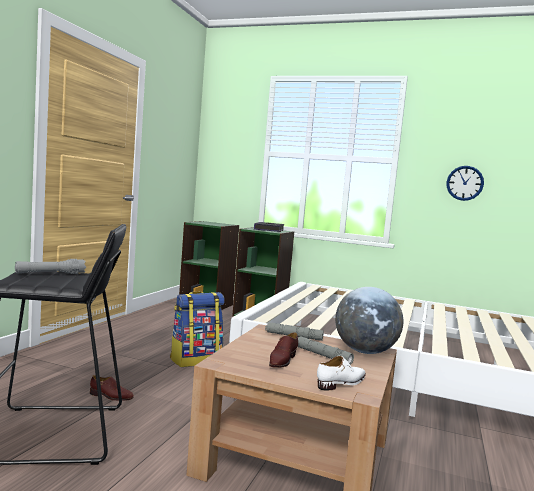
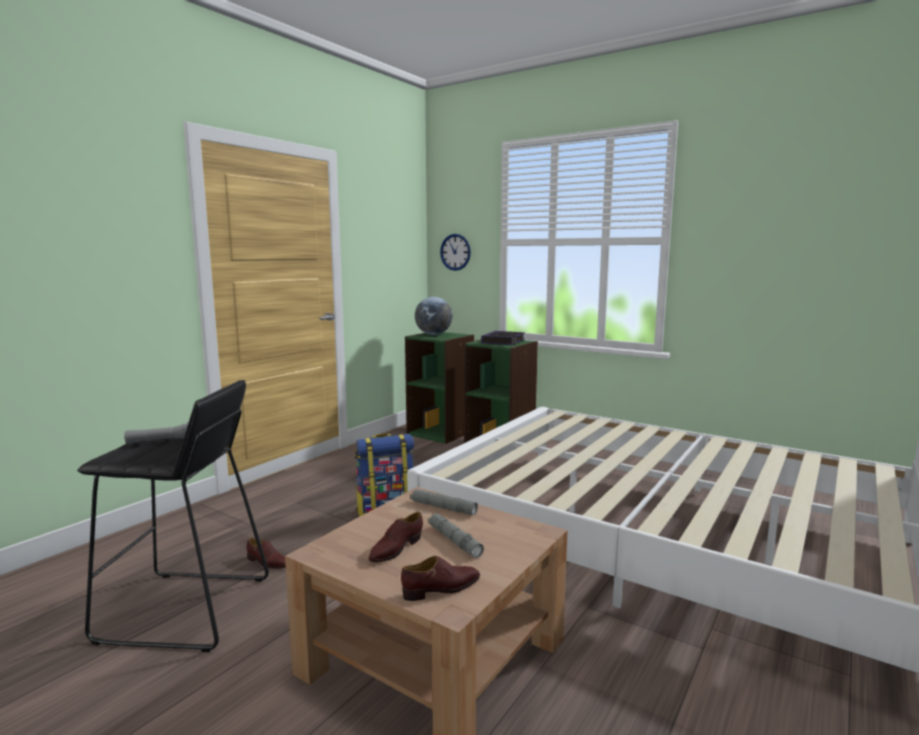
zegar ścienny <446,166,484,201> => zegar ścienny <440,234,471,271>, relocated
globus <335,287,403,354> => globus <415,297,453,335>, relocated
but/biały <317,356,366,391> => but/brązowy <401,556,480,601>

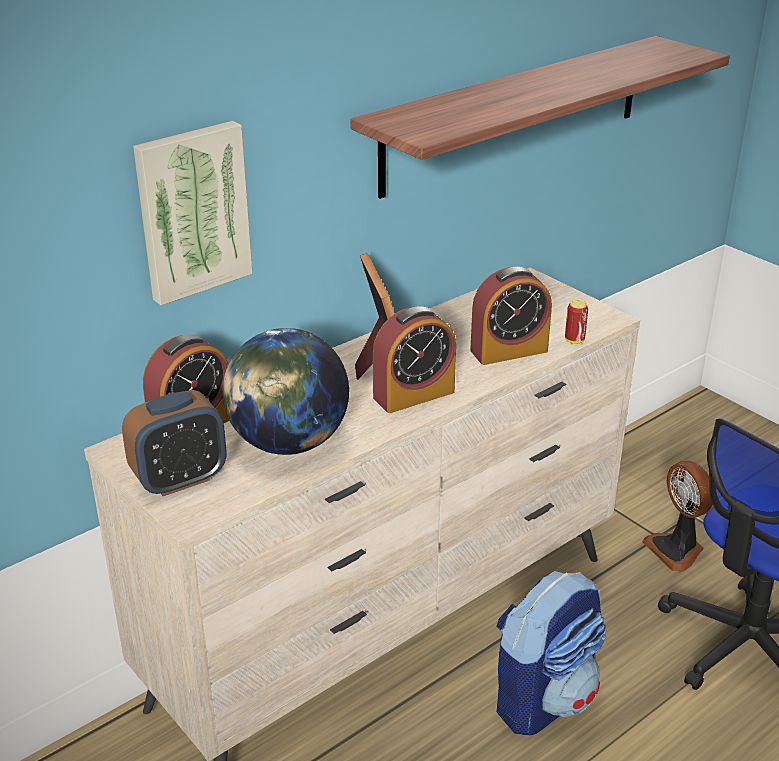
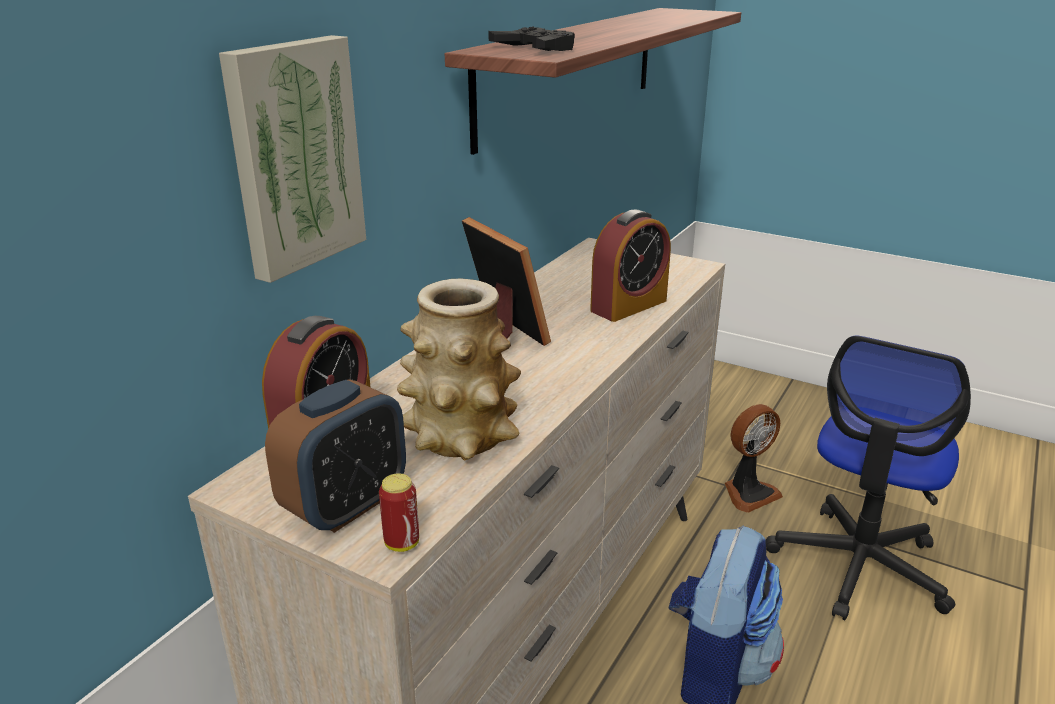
puszka <565,299,588,344> => puszka <379,473,419,552>, relocated
budzik <373,306,456,413> => nothing
globus <222,328,349,455> => wazon <397,279,521,461>
wentylator <642,460,713,572> => wentylator <725,404,783,513>, 75 degrees counterclockwise
nothing => pad do gier/czarny <488,26,575,51>

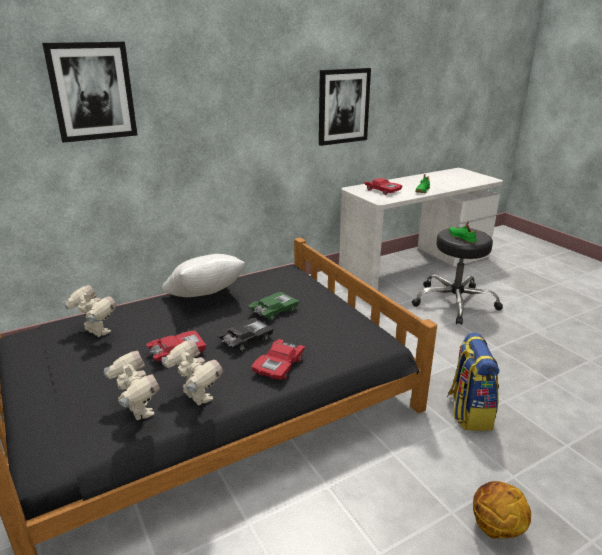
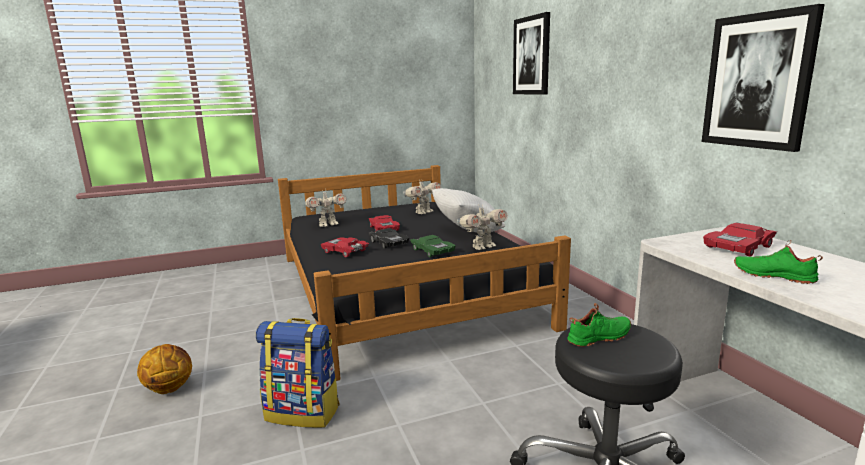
robot zabawkowy <162,339,223,406> => robot zabawkowy <457,204,508,250>, relocated

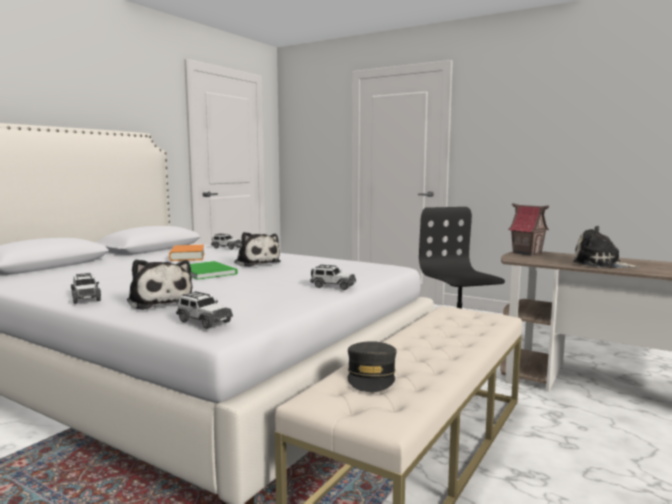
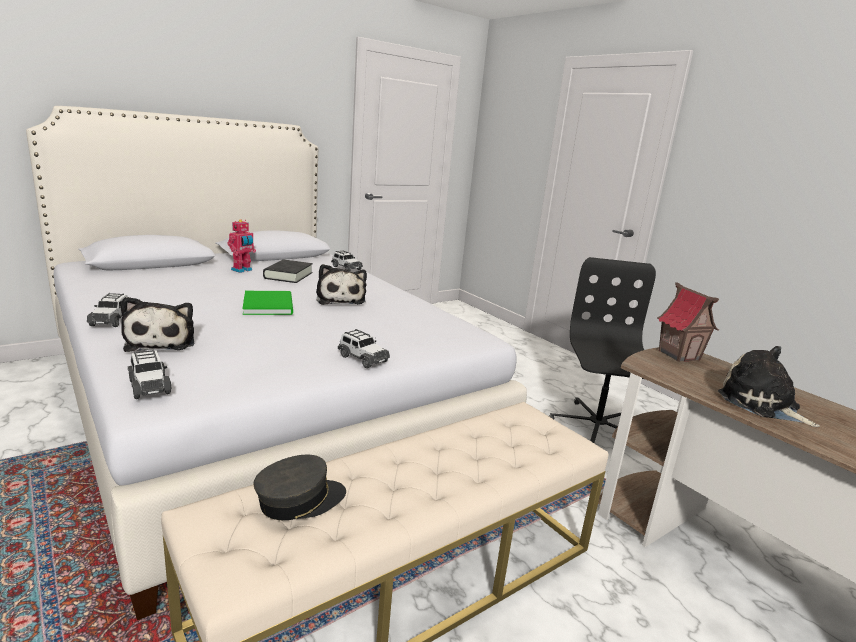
książka/pomarańczowy <169,245,204,261> => książka/czarny <263,260,313,283>
czapka z daszkiem/szary <347,341,396,392> => czapka z daszkiem/szary <253,455,346,520>, 150 degrees counterclockwise
nothing => robot zabawkowy <228,219,256,273>

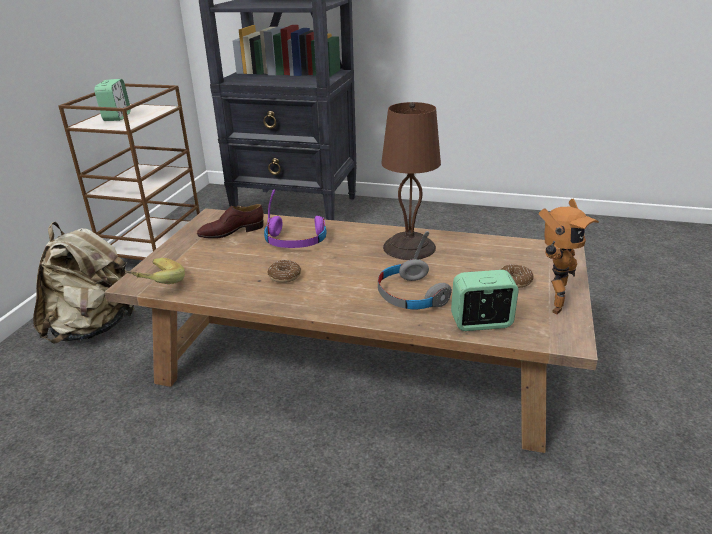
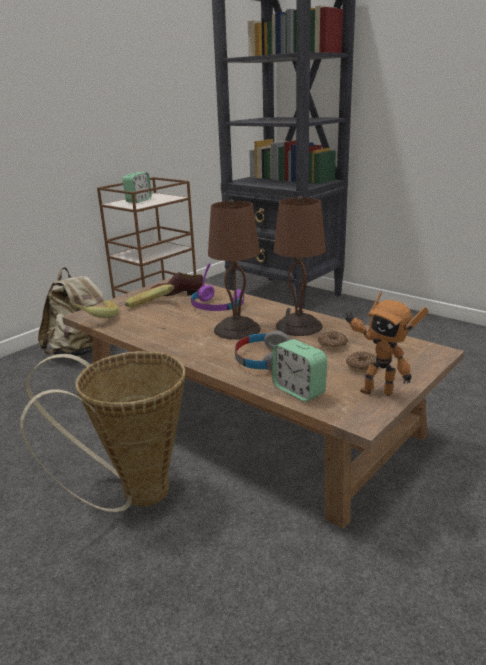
robot zabawkowy <539,199,599,314> => robot zabawkowy <343,291,429,396>, 60 degrees clockwise
donut <267,260,301,283> => donut <318,331,348,350>, relocated
budzik <451,270,519,331> => budzik <272,339,327,402>, 150 degrees counterclockwise
nothing => lampa stołowa/brązowy <208,199,261,340>
nothing => banan <125,284,175,307>
nothing => koszyk <20,351,185,512>

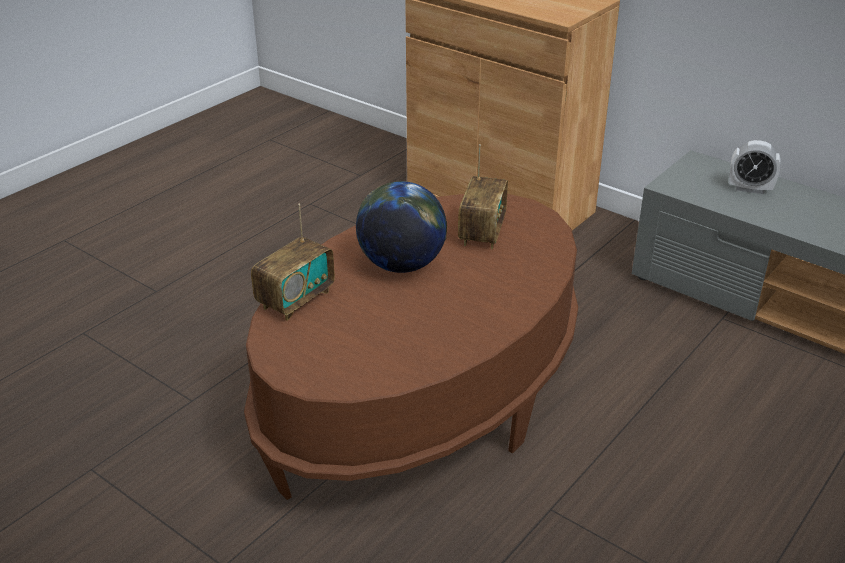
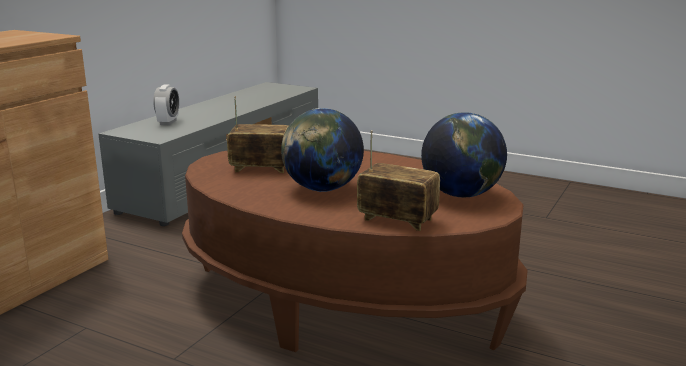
nothing => globus <421,112,507,198>

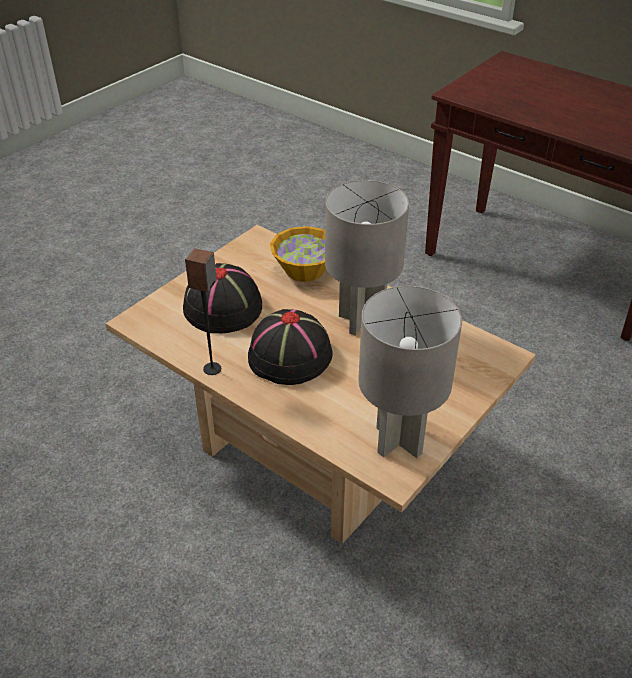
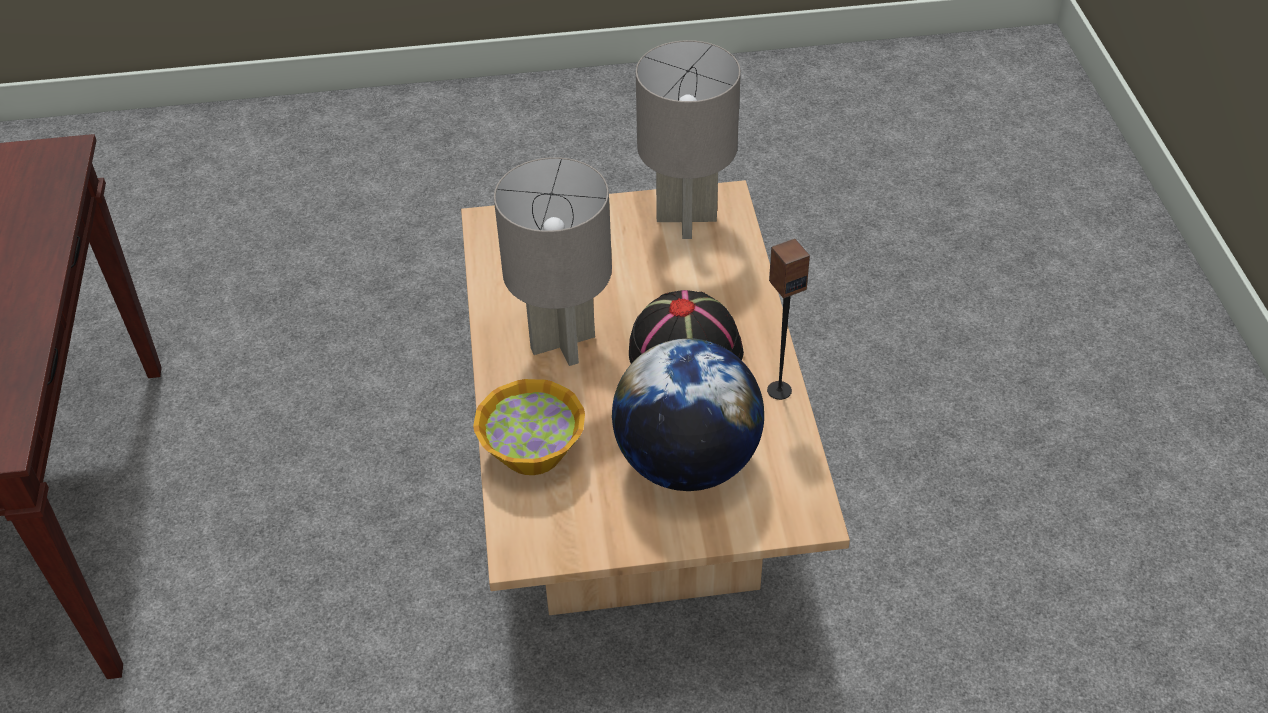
kapelusz/czarny <183,263,262,333> => globus <612,338,764,491>

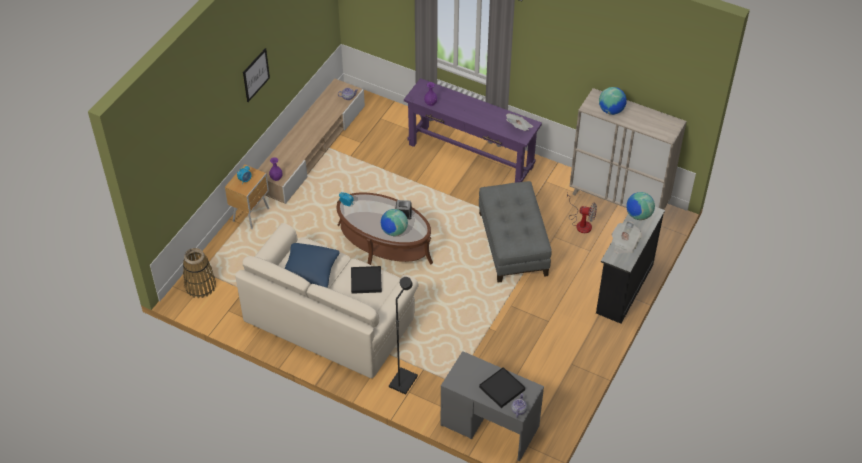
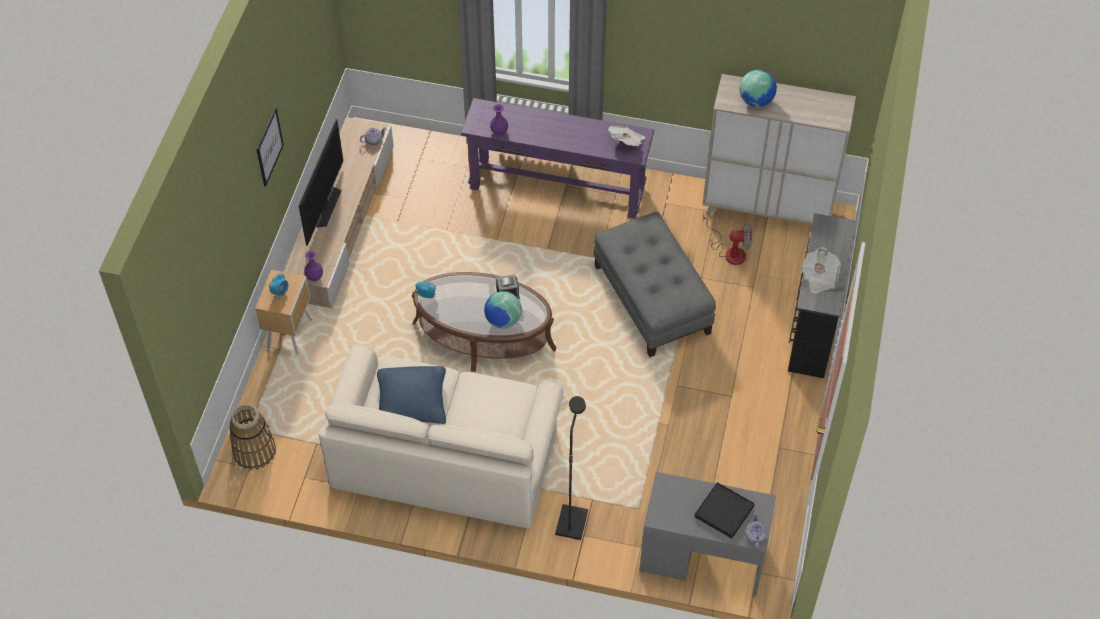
globus <626,192,655,220> => nothing
taca/czarny <351,266,382,294> => nothing
nothing => telewizor <298,119,343,245>

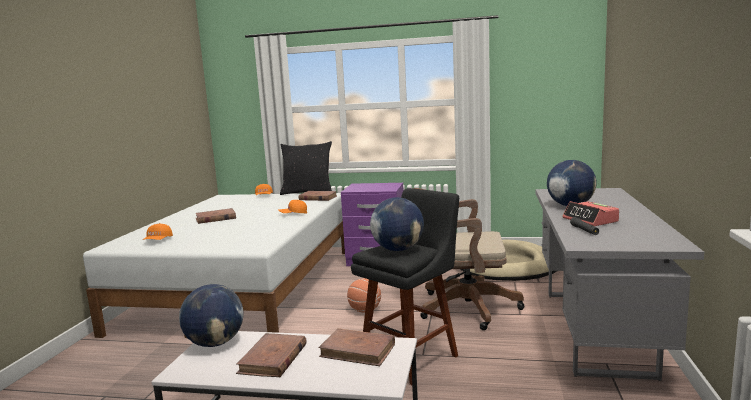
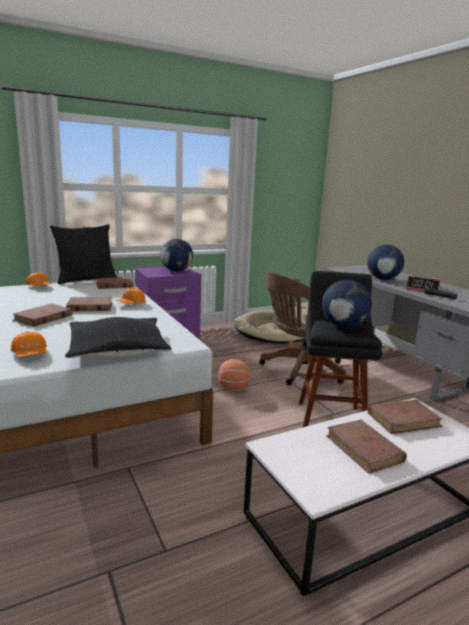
globus <179,284,244,347> => globus <160,239,193,271>, relocated
nothing => książka/brązowy <66,297,112,311>
nothing => poduszka/czarny <65,317,171,358>

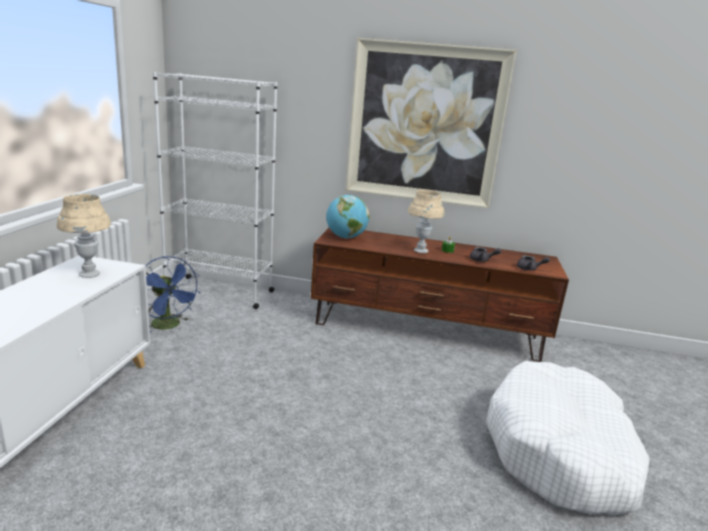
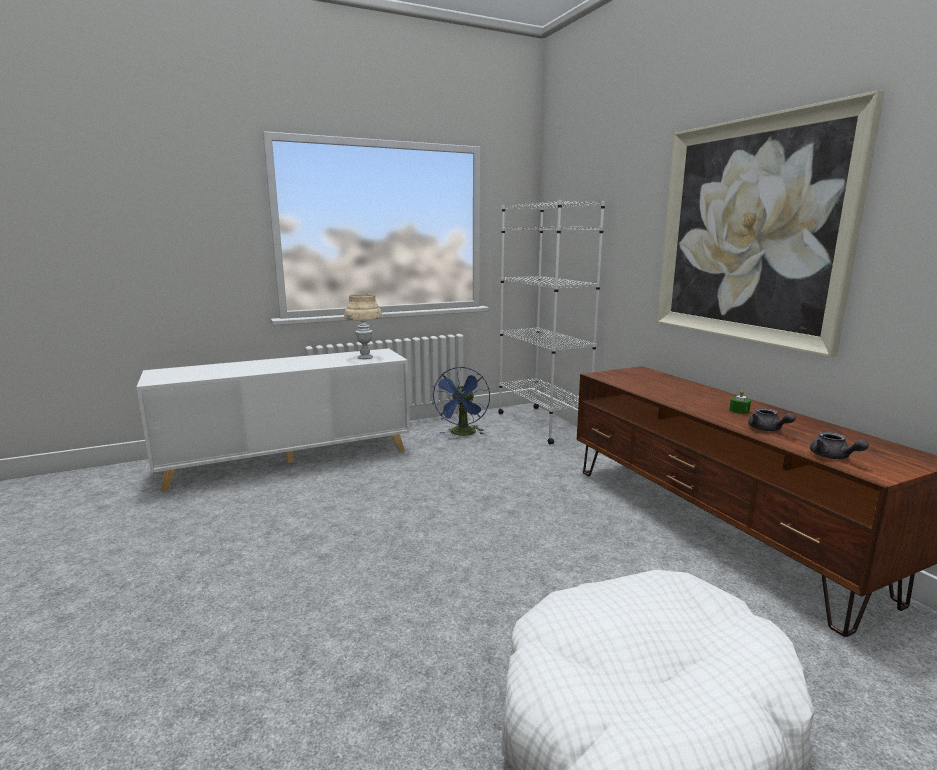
lampa stołowa/beżowy <408,190,445,253> => nothing
globus <326,195,369,238> => nothing

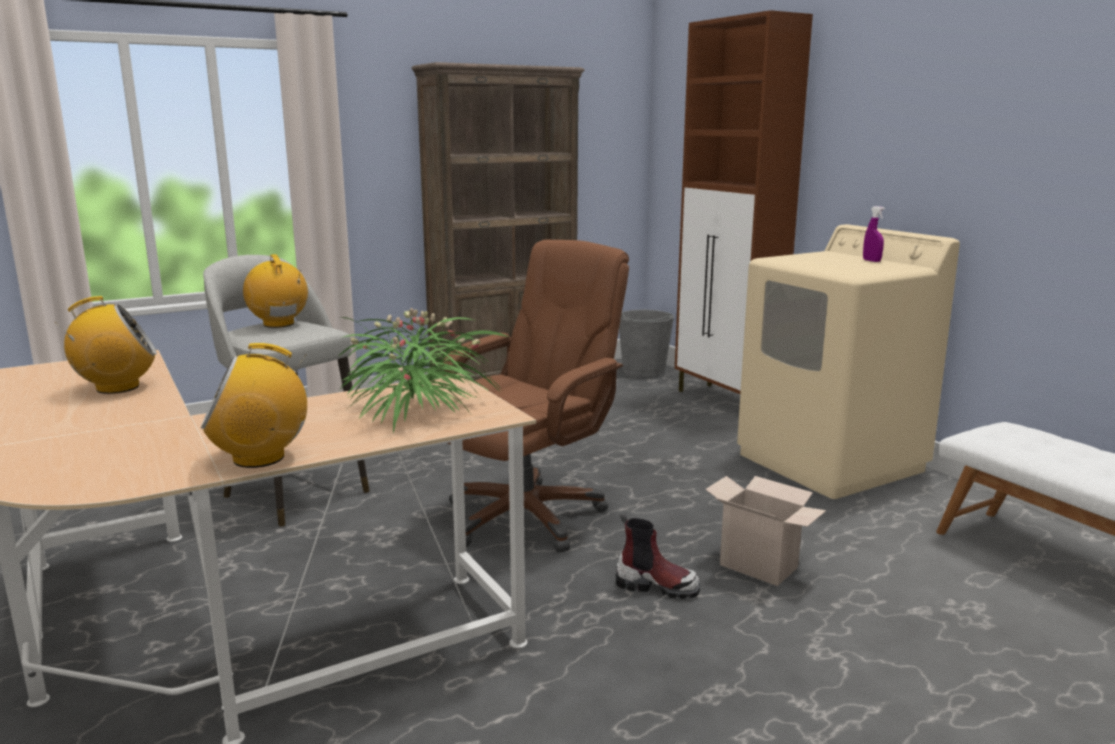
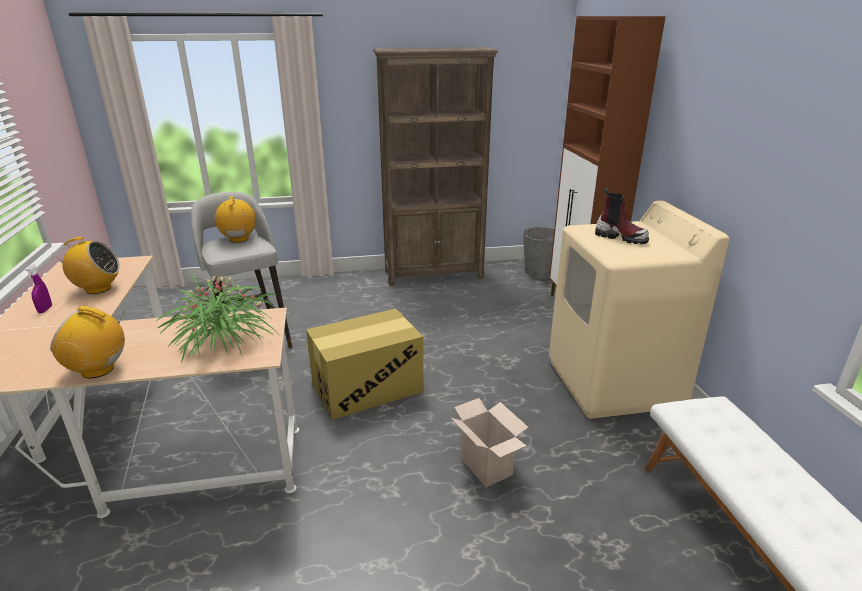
spryskiwacz/fioletowy <863,206,885,262> => spryskiwacz/fioletowy <25,264,52,313>, relocated
krzesło biurowe/brązowy <442,240,629,552> => karton <306,309,424,420>
but z cholewką <616,512,700,599> => but z cholewką <595,188,649,244>, relocated

